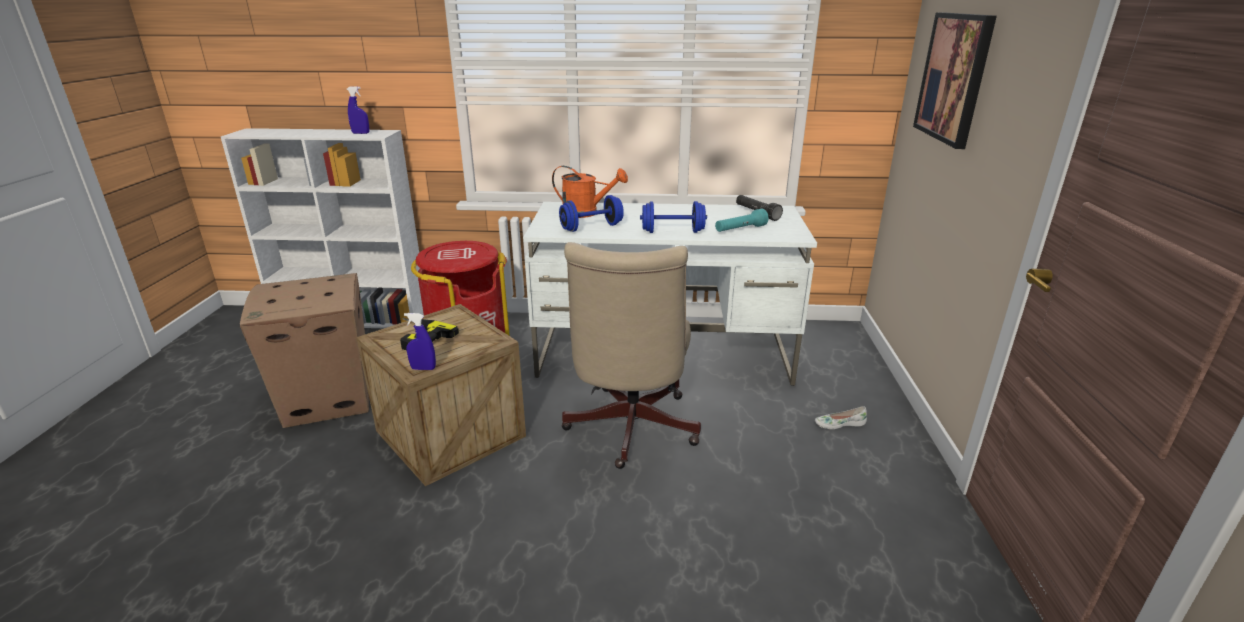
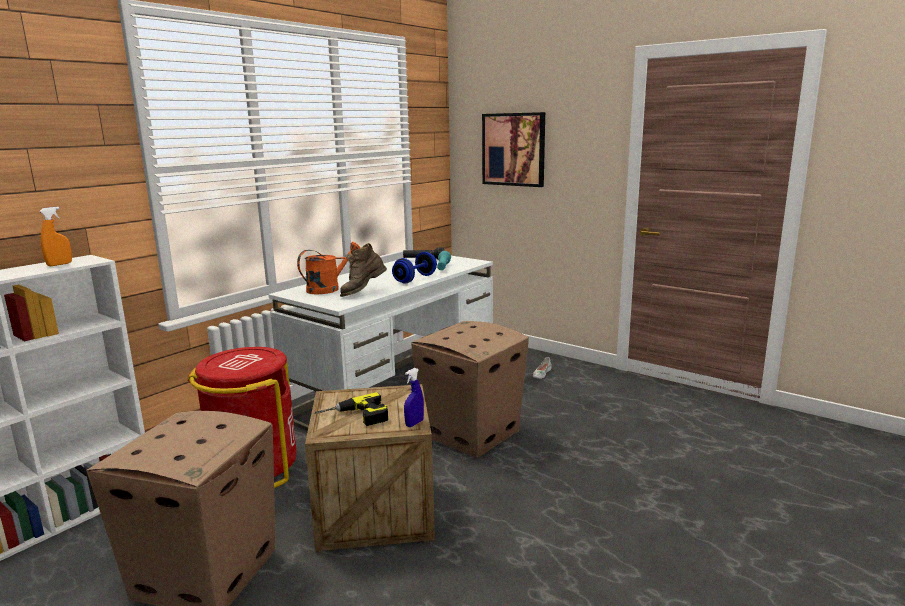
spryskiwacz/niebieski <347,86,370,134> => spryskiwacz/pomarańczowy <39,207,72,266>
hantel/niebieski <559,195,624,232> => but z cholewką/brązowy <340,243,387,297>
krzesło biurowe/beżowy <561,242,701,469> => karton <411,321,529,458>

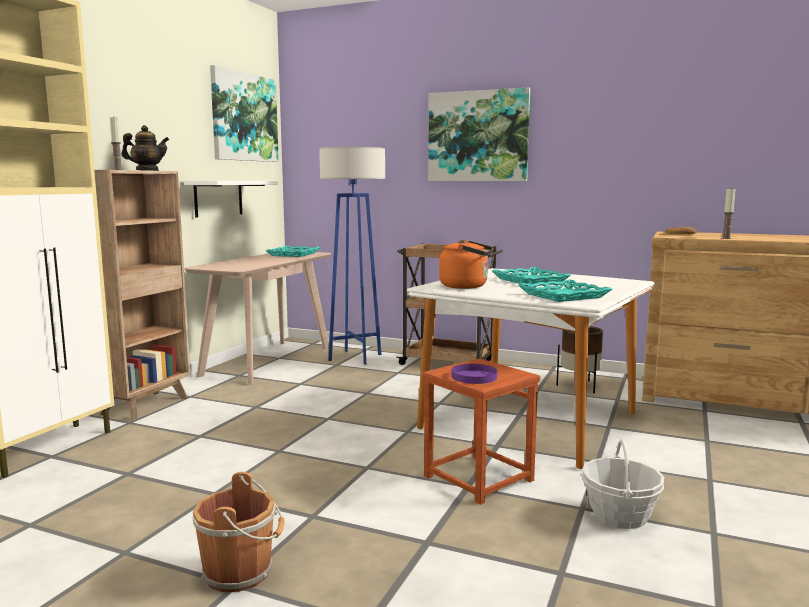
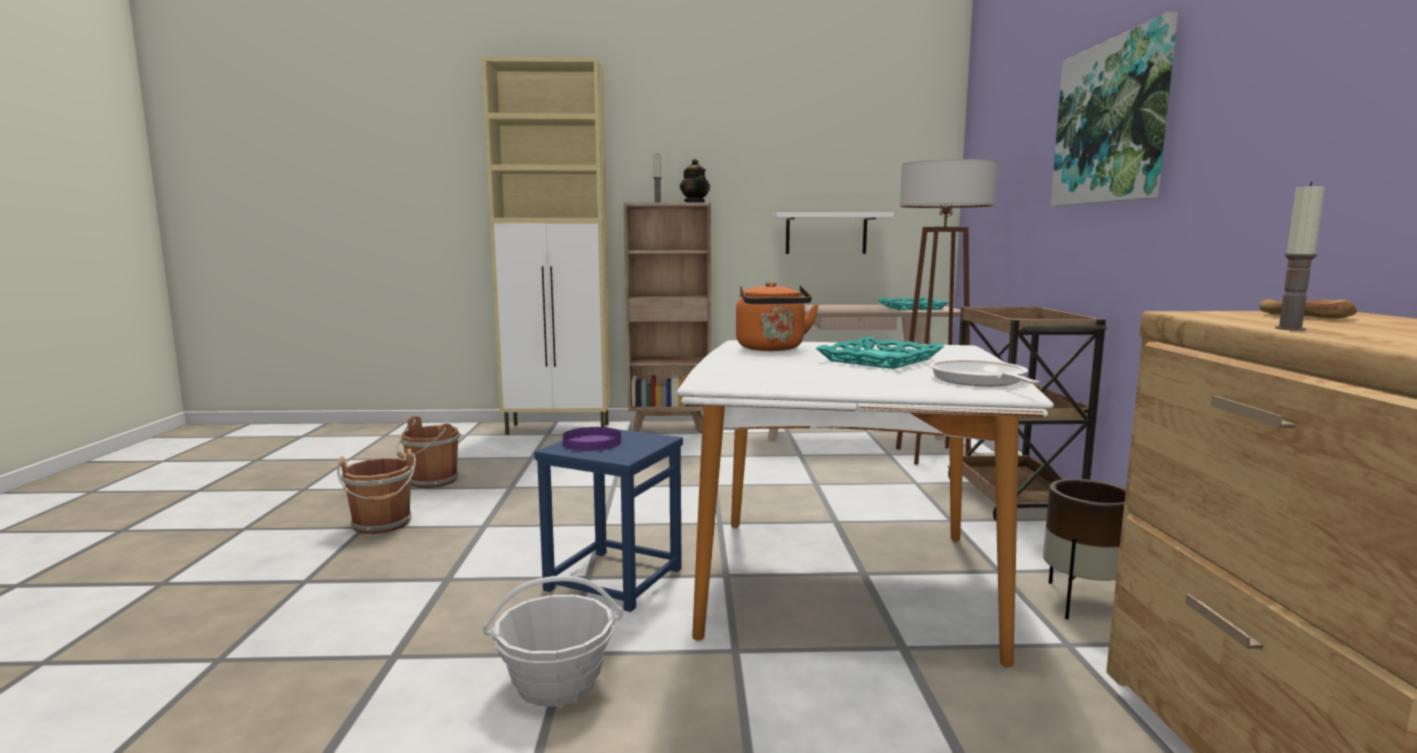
obraz <210,65,279,162> => nothing
lampa stojąca/niebieski <319,147,385,365> => lampa stojąca/brązowy <896,159,998,465>
taca/turkusowy <518,280,612,302> => nothing
stołek/brązowy <423,358,540,505> => stołek/niebieski <534,429,683,612>
nothing => patelnia <929,360,1039,386>
nothing => wiadro/brązowy <397,416,461,488>

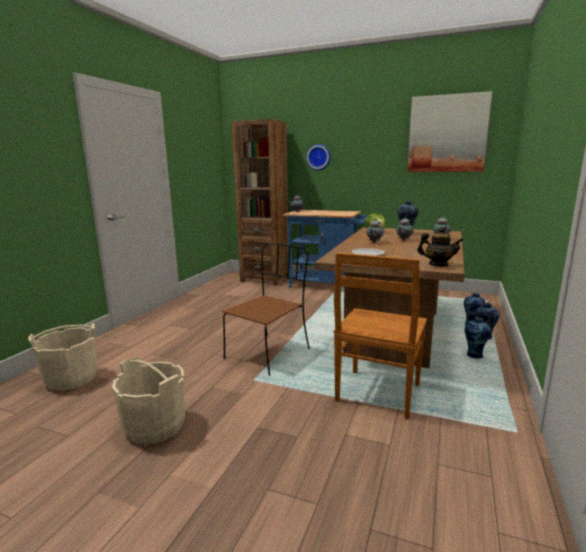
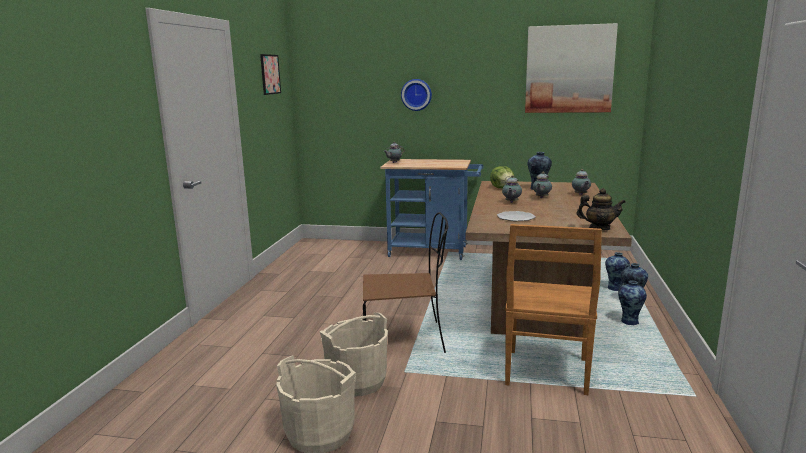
regał/brązowy <232,119,288,285> => nothing
krzesło/brązowy <222,243,310,376> => krzesło/brązowy <363,212,448,353>, 60 degrees clockwise
wiadro/beżowy <28,323,98,391> => wiadro/beżowy <319,312,388,396>, relocated
nothing => obraz <260,54,281,95>

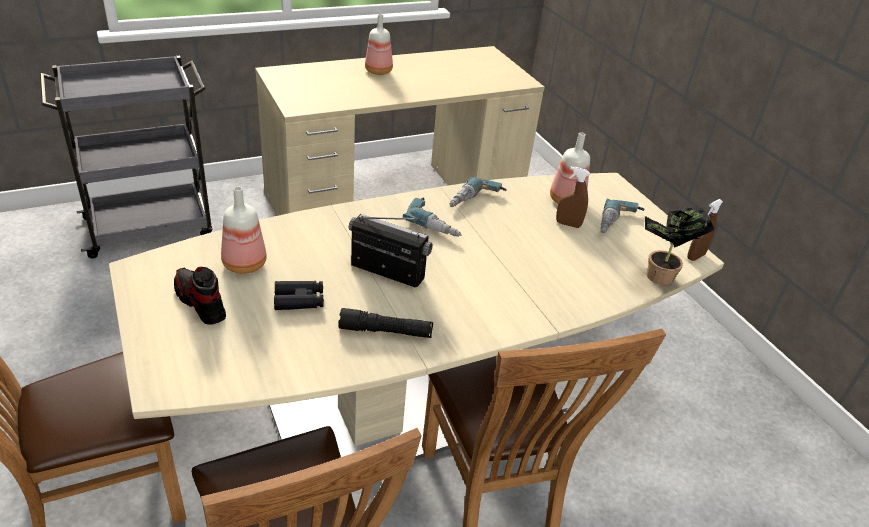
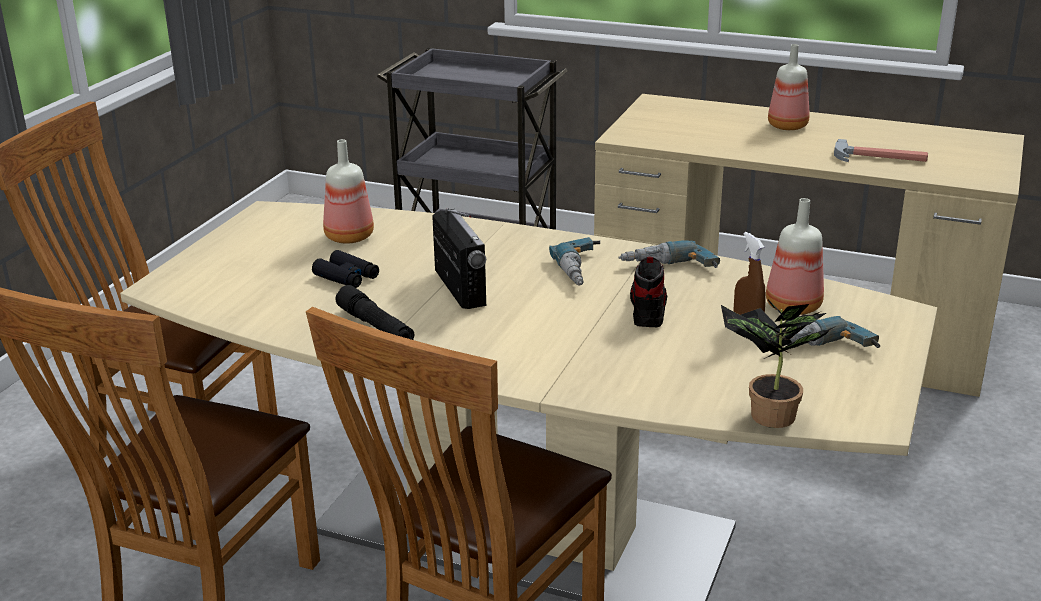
spryskiwacz/brązowy <687,199,723,261> => nothing
but <174,266,226,325> => but <630,256,667,327>, relocated
nothing => młotek <834,139,928,162>

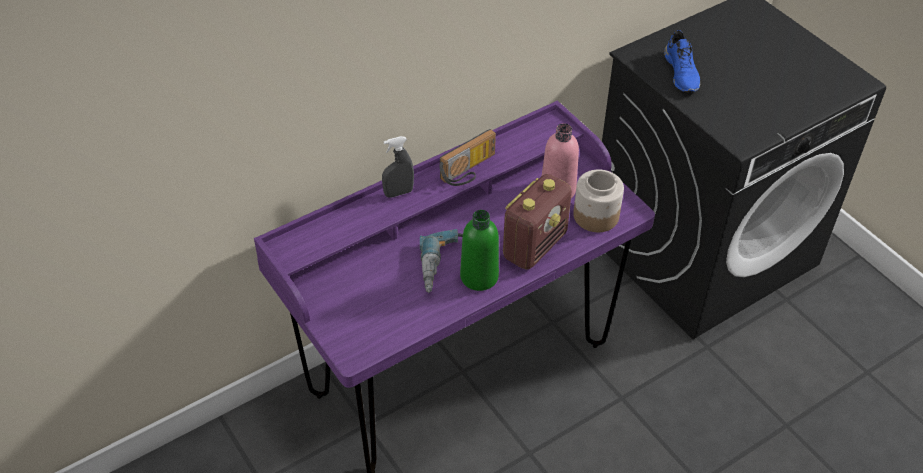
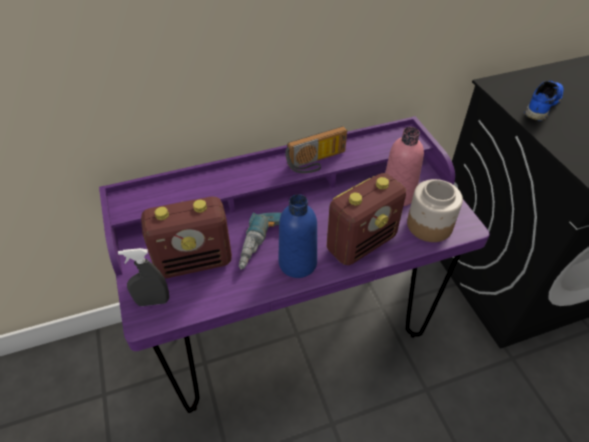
but/niebieski <664,30,700,92> => but/niebieski <525,81,564,121>, 150 degrees counterclockwise
spryskiwacz/szary <382,136,414,198> => spryskiwacz/szary <118,248,169,306>, relocated
butelka/zielony <460,210,499,291> => butelka/niebieski <278,194,317,278>
nothing => radio <141,197,232,278>

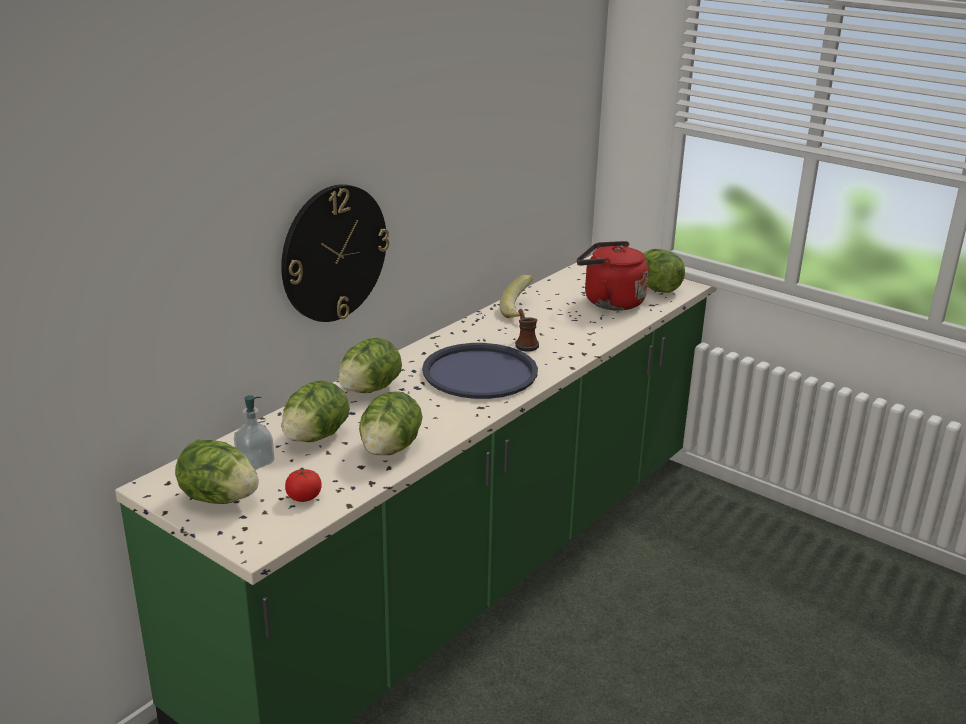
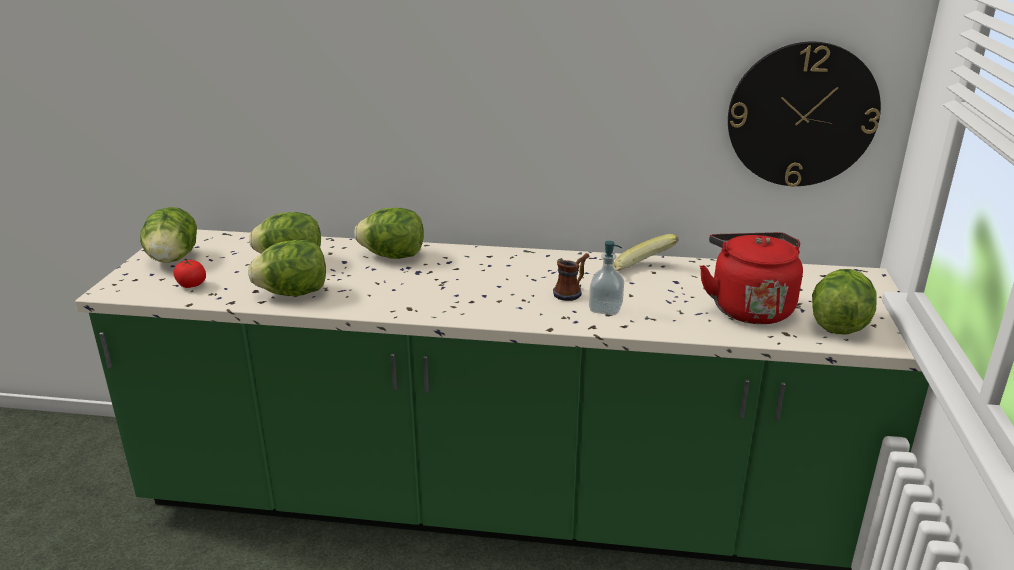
zegar ścienny <281,184,389,322> => zegar ścienny <728,42,881,187>, relocated
taca/niebieski <422,343,538,399> => nothing
dozownik mydła <234,395,274,470> => dozownik mydła <589,241,624,315>, relocated

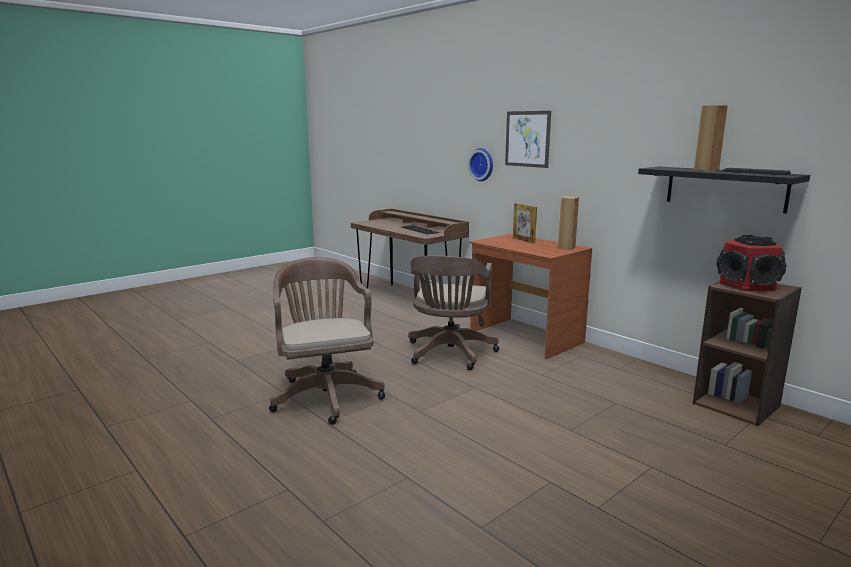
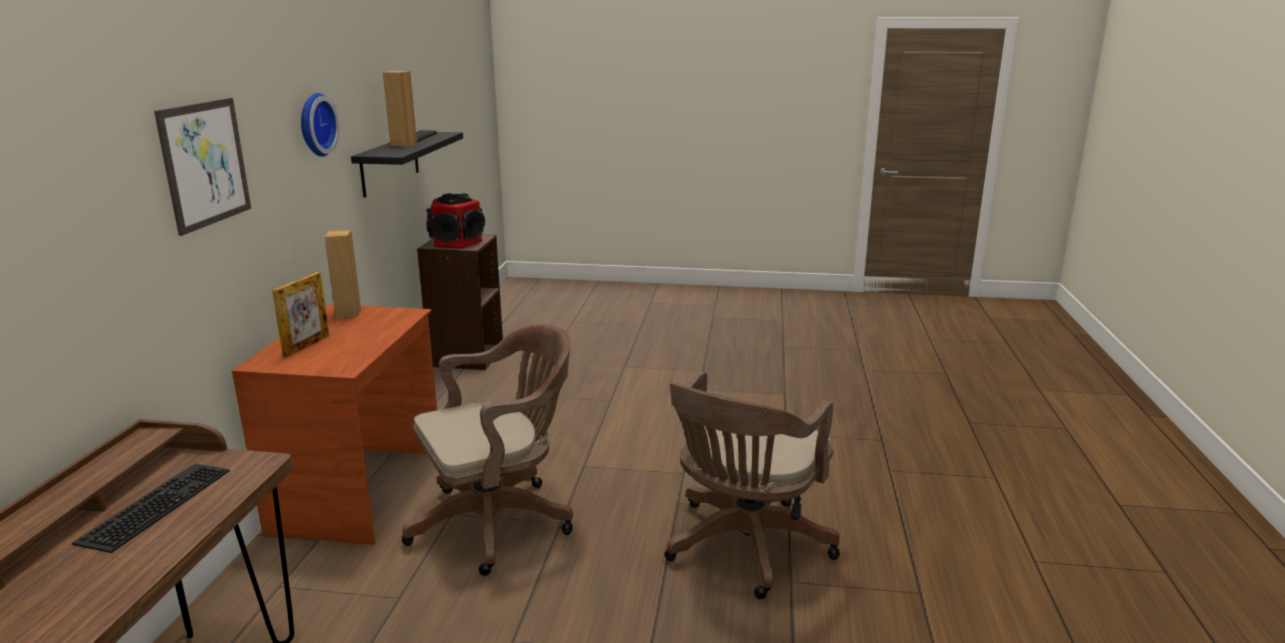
zegar ścienny <468,148,493,181> => zegar ścienny <301,93,340,157>, relocated

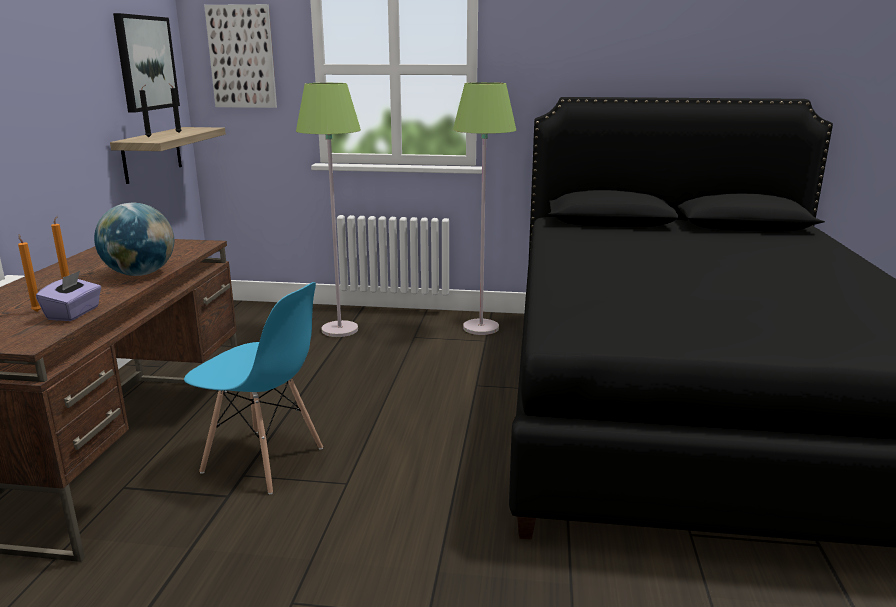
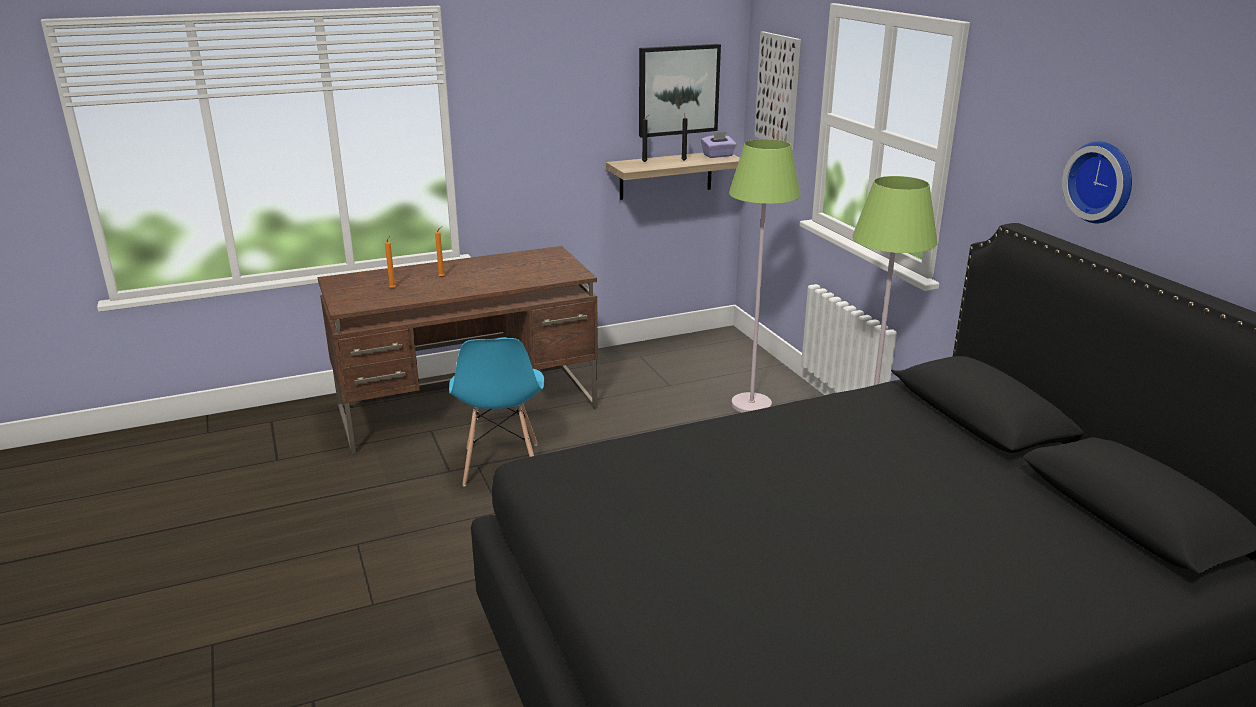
globus <94,203,174,276> => nothing
pudełko chusteczek/fioletowy <36,271,101,321> => pudełko chusteczek/fioletowy <701,132,736,158>, relocated
nothing => zegar ścienny <1062,141,1132,223>

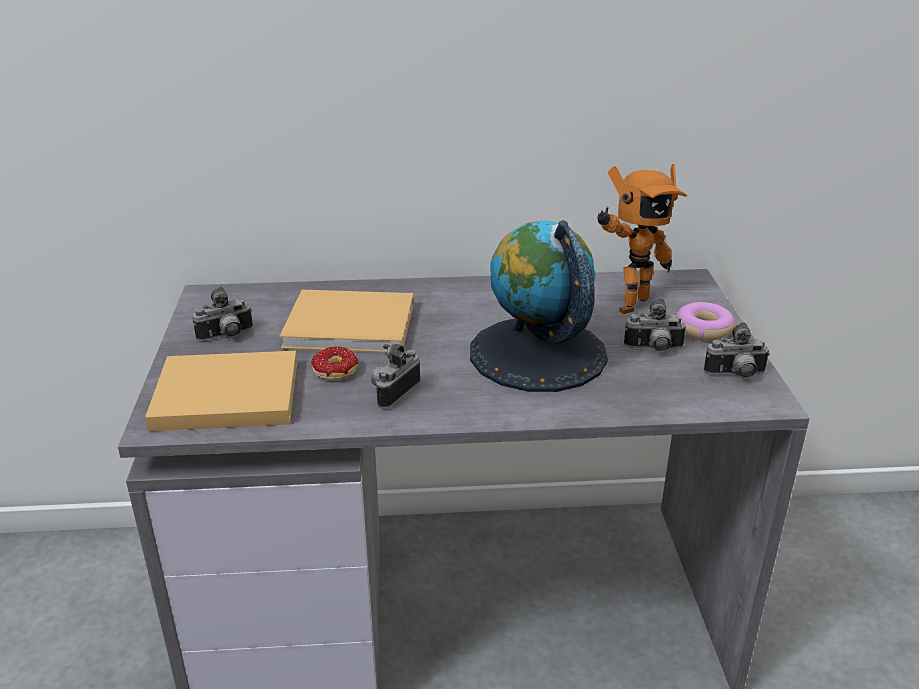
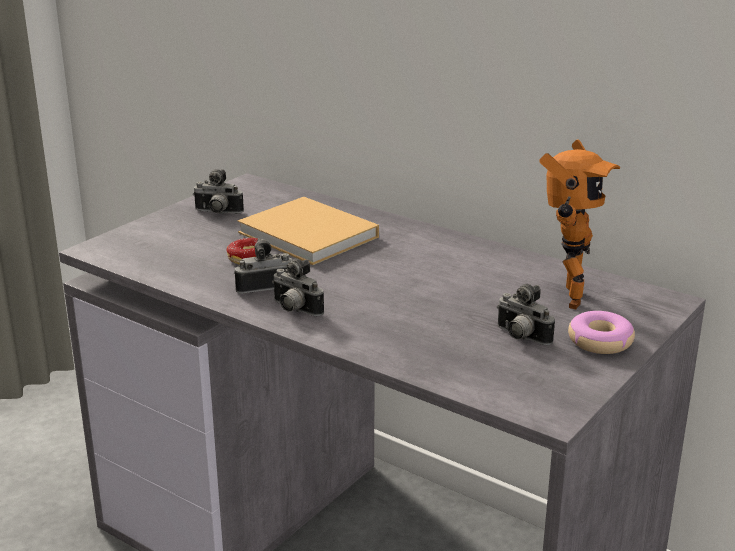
robot zabawkowy <597,164,687,314> => robot zabawkowy <539,139,620,309>, 75 degrees counterclockwise
globus <470,220,608,392> => nothing
aparat fotograficzny <704,322,770,378> => aparat fotograficzny <272,258,324,316>, relocated
książka/beżowy <145,351,297,432> => nothing

